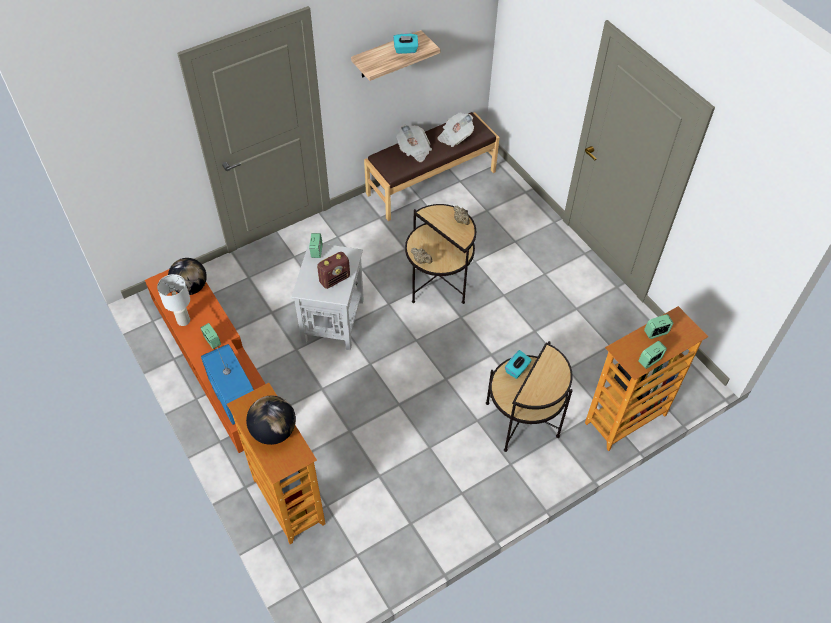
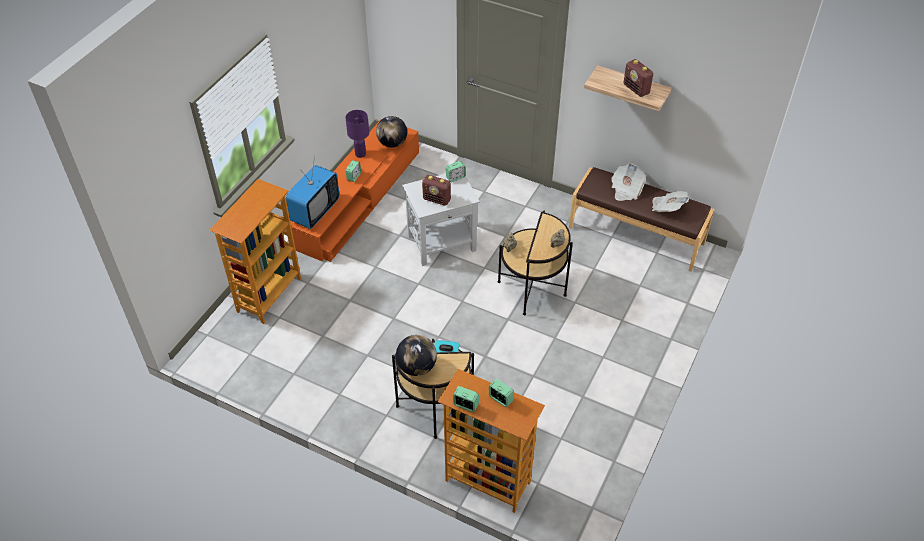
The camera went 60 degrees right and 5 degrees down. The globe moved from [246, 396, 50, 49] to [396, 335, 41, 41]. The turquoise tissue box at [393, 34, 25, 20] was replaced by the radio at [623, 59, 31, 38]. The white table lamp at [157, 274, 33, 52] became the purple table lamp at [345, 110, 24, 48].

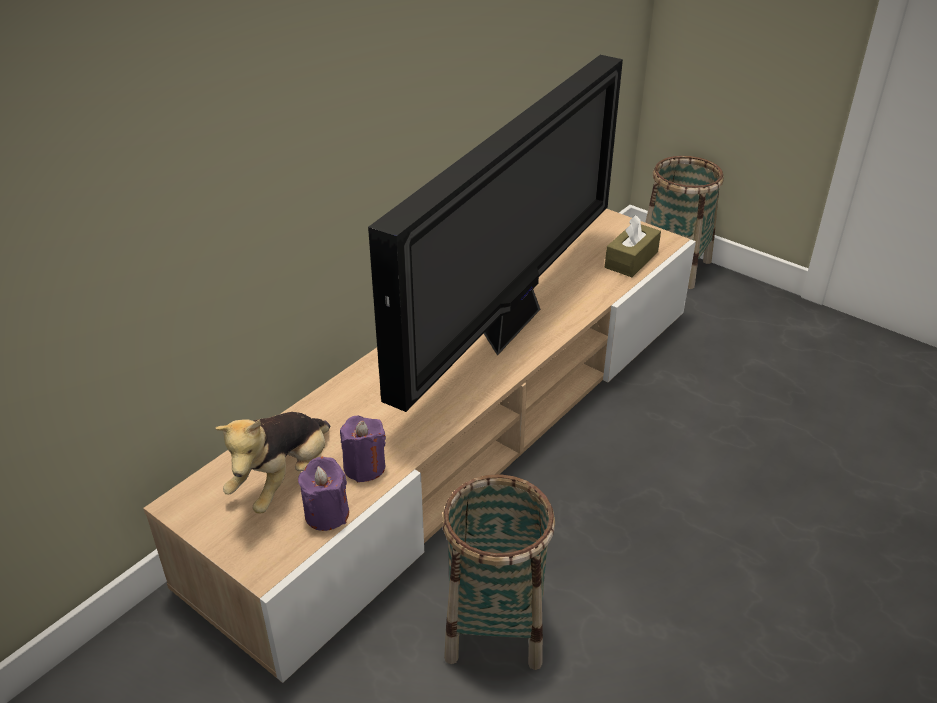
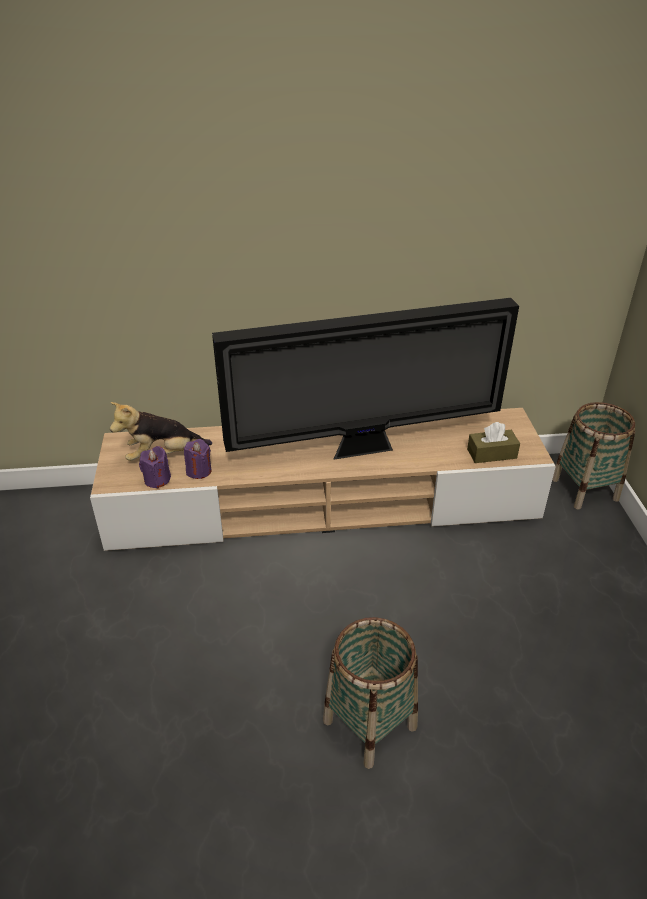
The camera went 45 degrees right and 0 degrees up. The basket moved from [442, 474, 113, 196] to [323, 617, 95, 152].

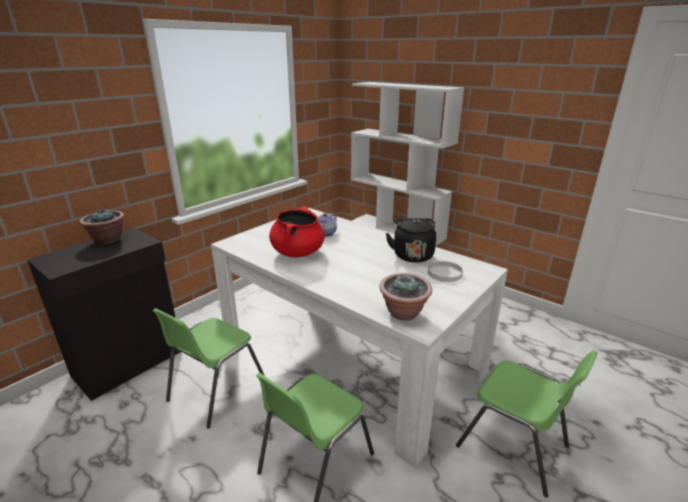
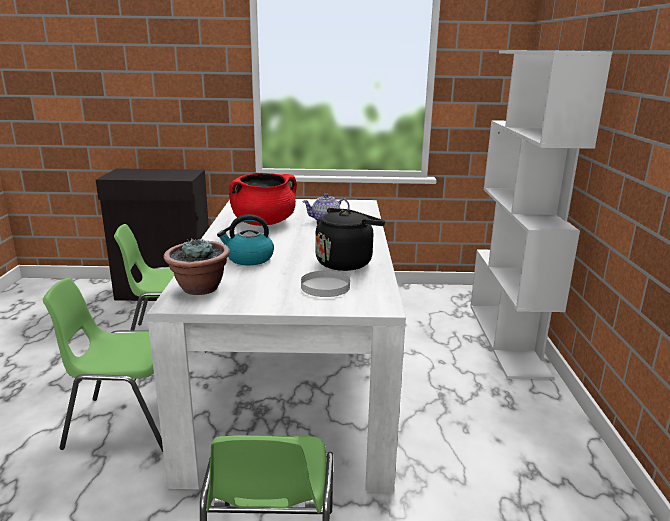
The camera went 50 degrees right and 5 degrees down. The potted plant at [79, 208, 46, 36] disappeared. The kettle at [217, 214, 57, 51] appeared.

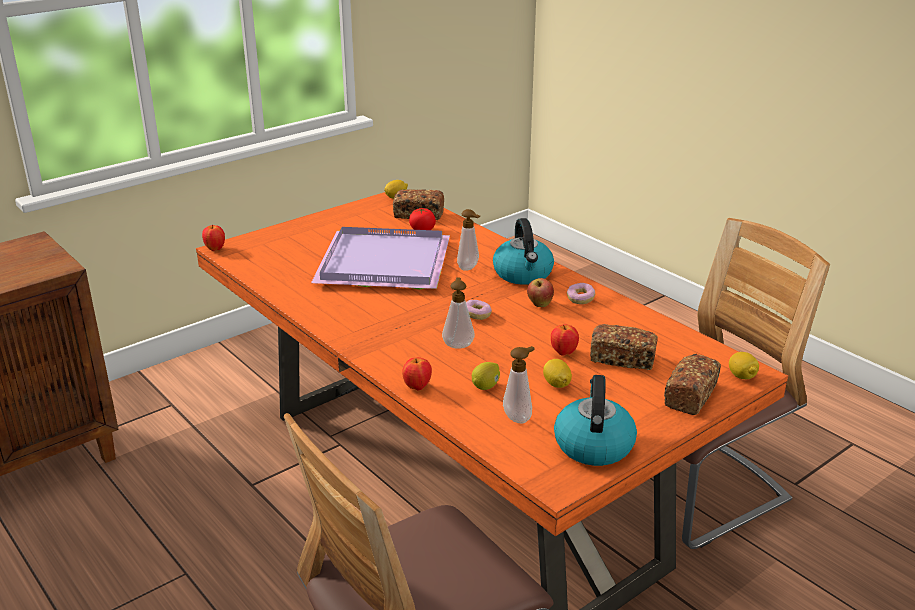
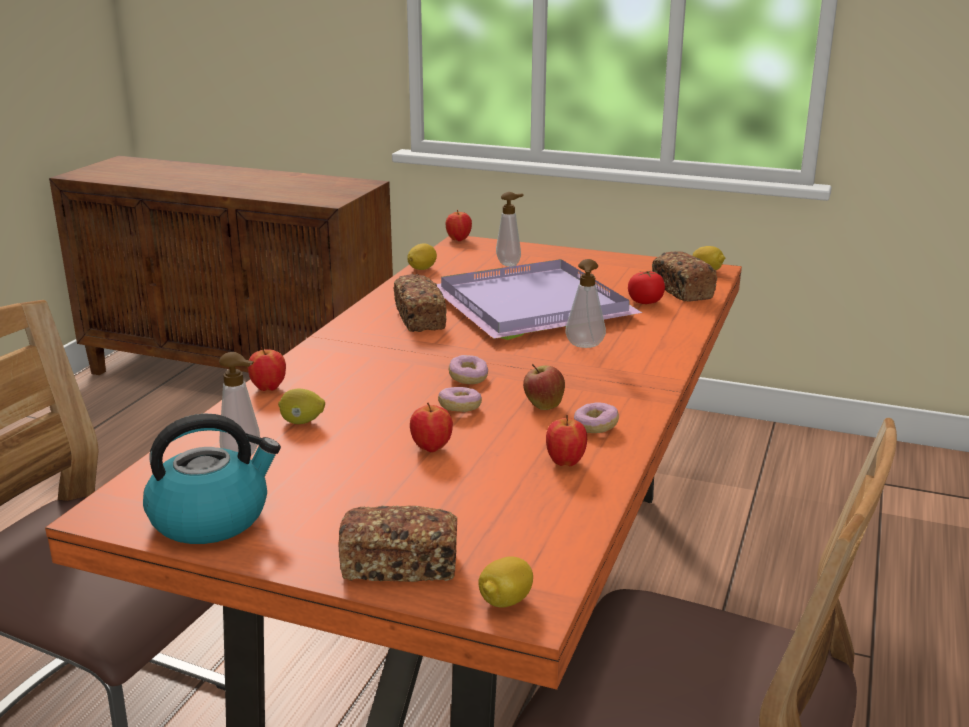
The camera went 60 degrees right and 5 degrees down. The kettle at [493, 218, 61, 67] disappeared. The donut at [438, 387, 44, 25] appeared. The apple at [546, 415, 41, 51] appeared. The soap dispenser moved from [442, 277, 33, 72] to [496, 192, 27, 75]. The lemon moved from [543, 359, 29, 29] to [407, 244, 30, 26]. The bread moved from [590, 324, 68, 46] to [394, 274, 53, 58].

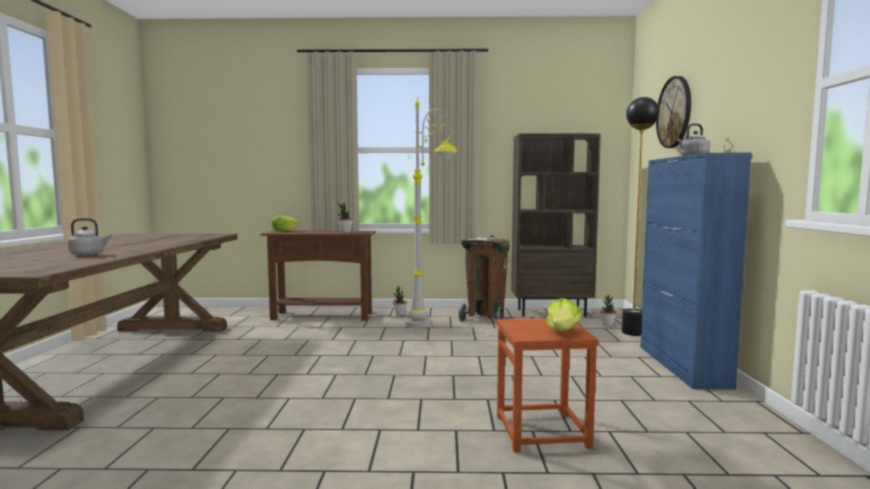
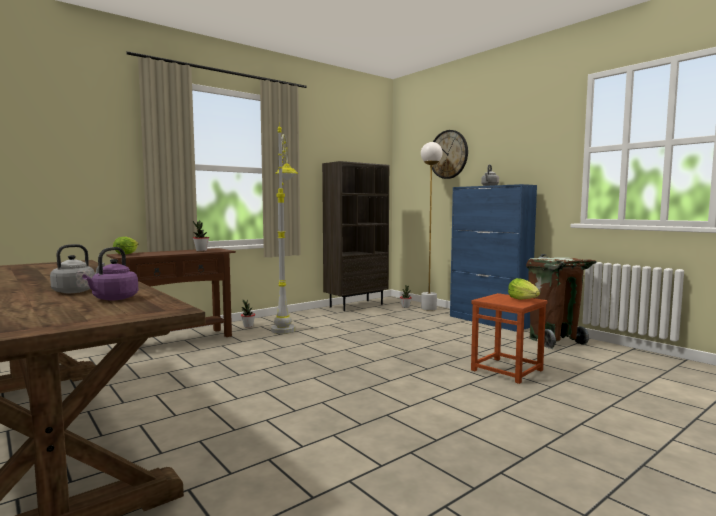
The camera went 40 degrees left and 0 degrees up. The purple kettle at [82, 247, 56, 54] appeared. The brown trash can moved from [458, 235, 52, 87] to [526, 254, 71, 95]. The black floor lamp at [622, 97, 37, 239] became the white floor lamp at [421, 142, 21, 169].

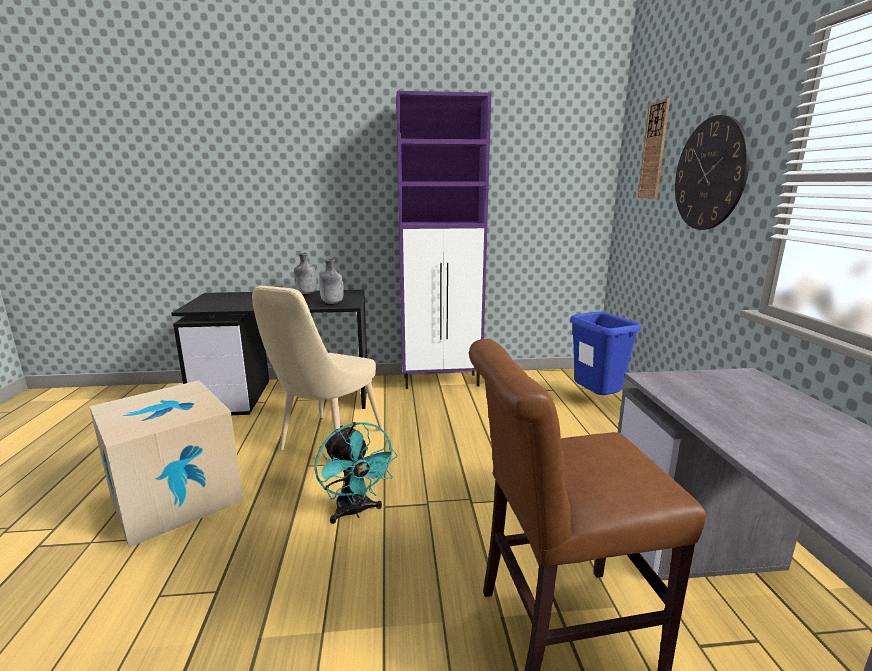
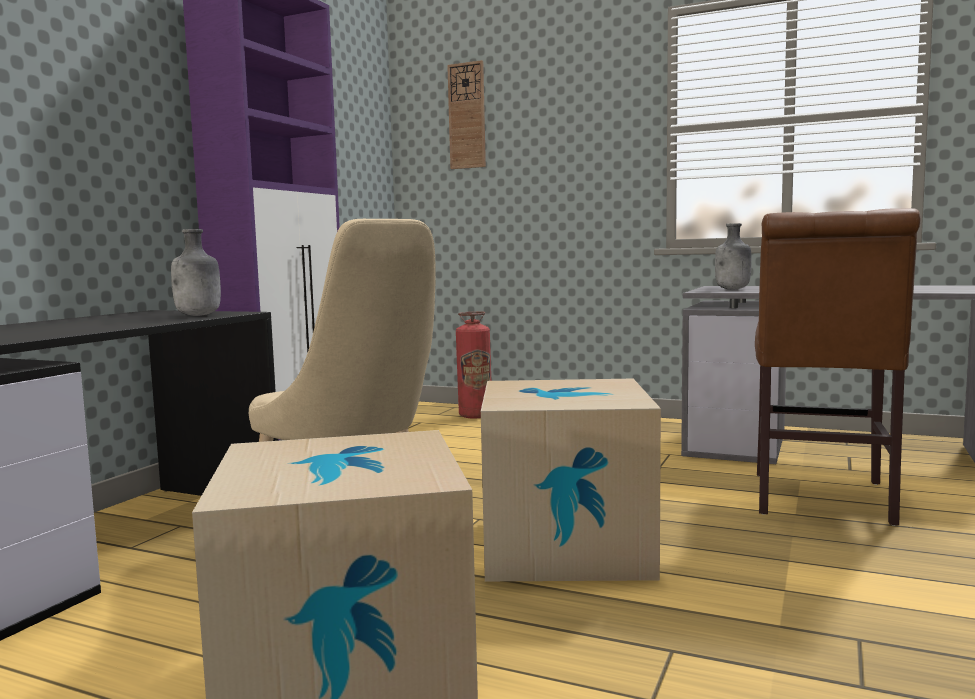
The camera went 60 degrees left and 10 degrees down. The wall clock at [675, 115, 75, 115] disappeared. The grey bottle moved from [294, 253, 23, 41] to [715, 223, 37, 66]. The turquoise fan at [315, 422, 83, 102] was replaced by the cardboard box at [481, 379, 180, 202]. The blue trash can at [570, 312, 71, 83] was replaced by the fire extinguisher at [456, 311, 35, 107].

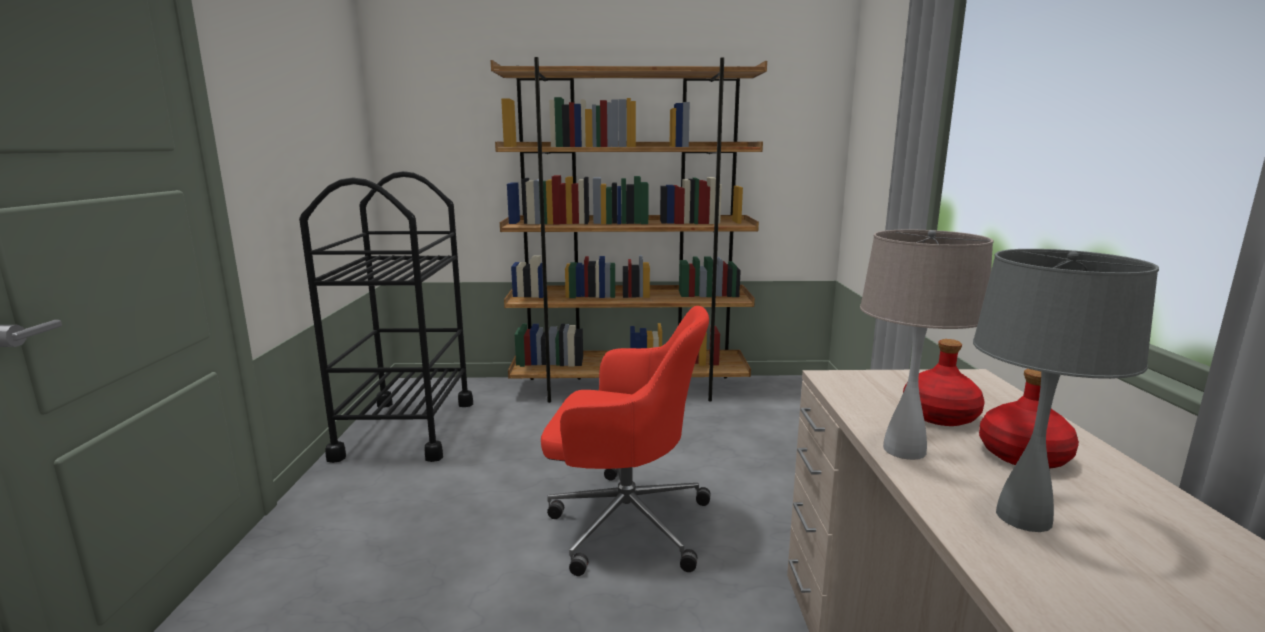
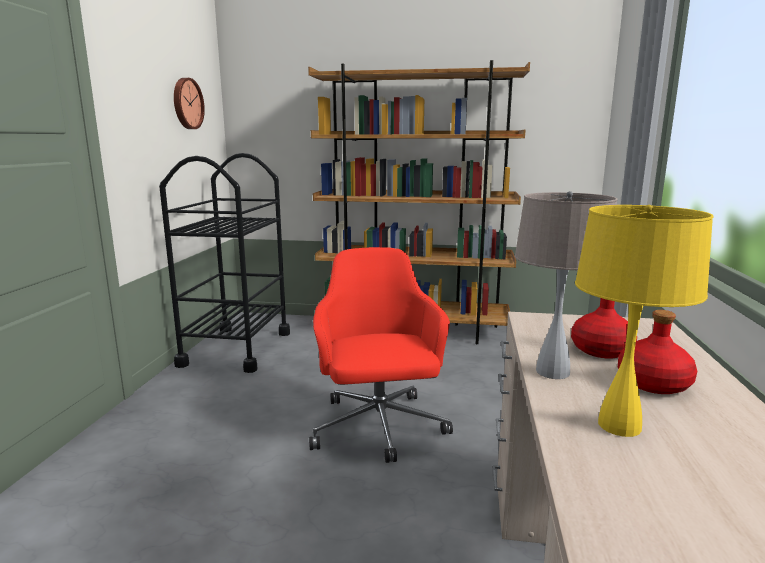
The camera went 10 degrees right and 0 degrees up. The wall clock at [174, 78, 31, 51] appeared. The grey table lamp at [973, 249, 186, 283] became the yellow table lamp at [575, 205, 139, 232]. The red office chair at [541, 306, 170, 270] turned 120 degrees counterclockwise.

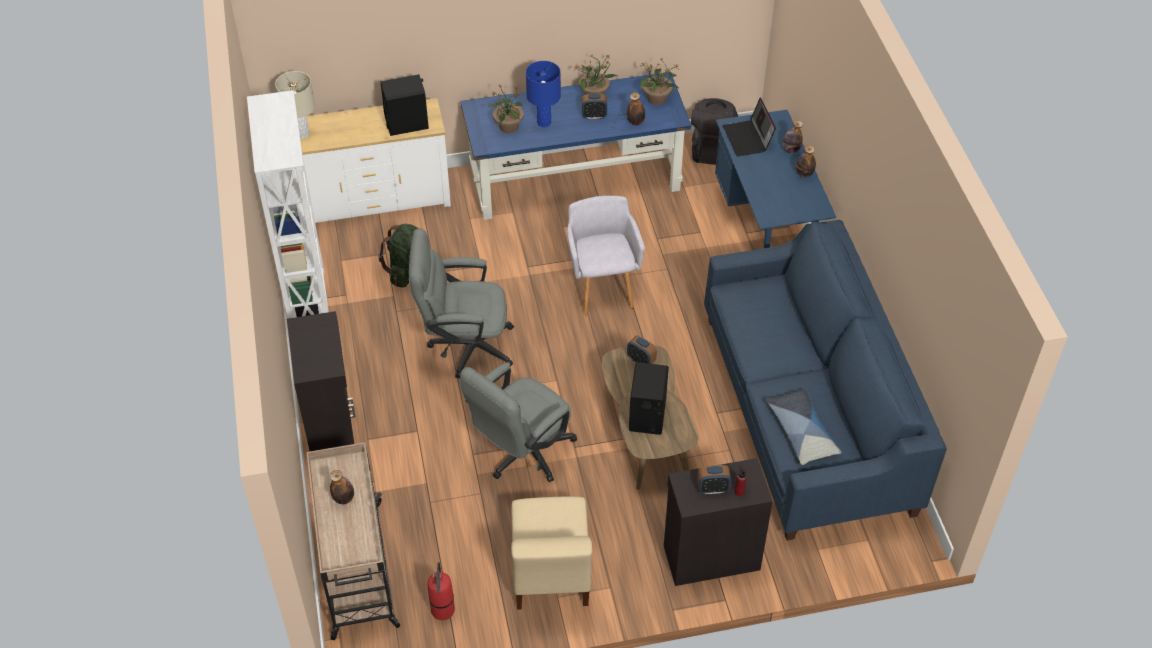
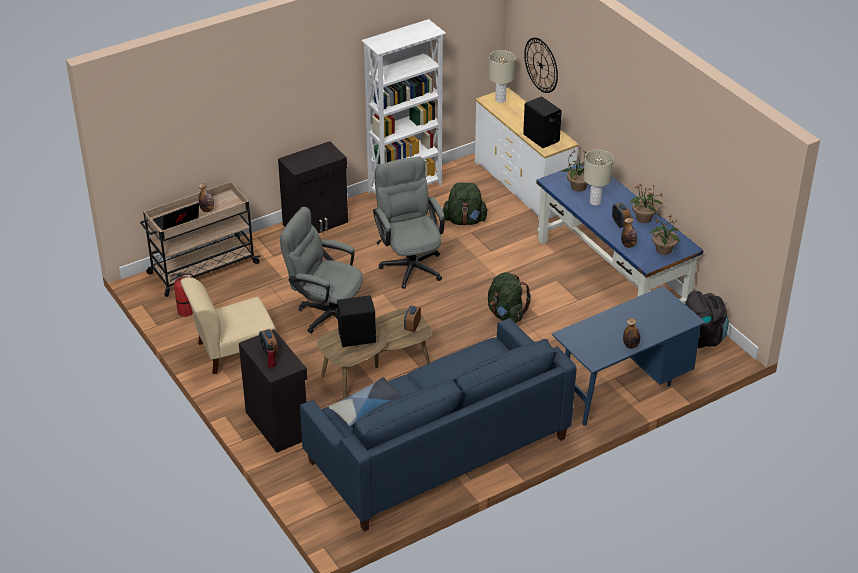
The camera went 70 degrees right and 10 degrees down. The bottle at [783, 120, 20, 34] disappeared. The wall clock at [524, 38, 34, 55] appeared. The laptop moved from [722, 98, 54, 58] to [153, 203, 46, 28]. The grey armchair at [567, 196, 78, 119] was replaced by the green backpack at [488, 272, 43, 51]. The blue table lamp at [526, 61, 35, 66] became the beige table lamp at [583, 150, 30, 55].

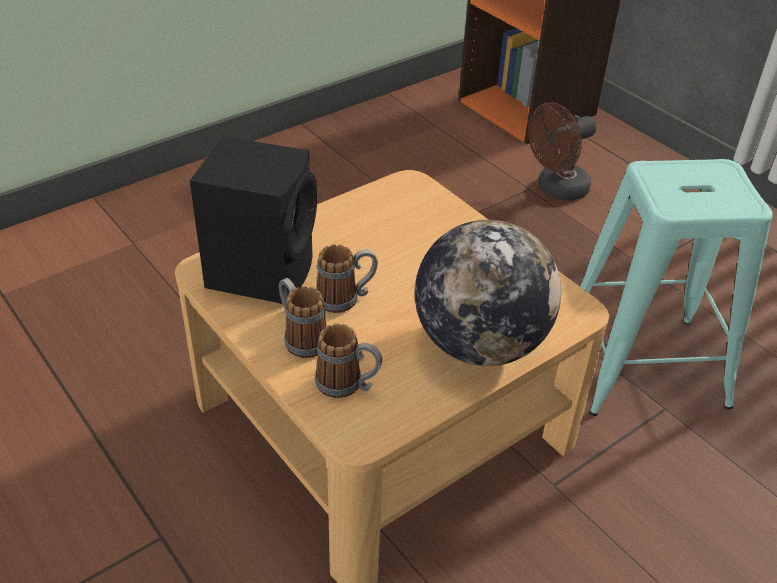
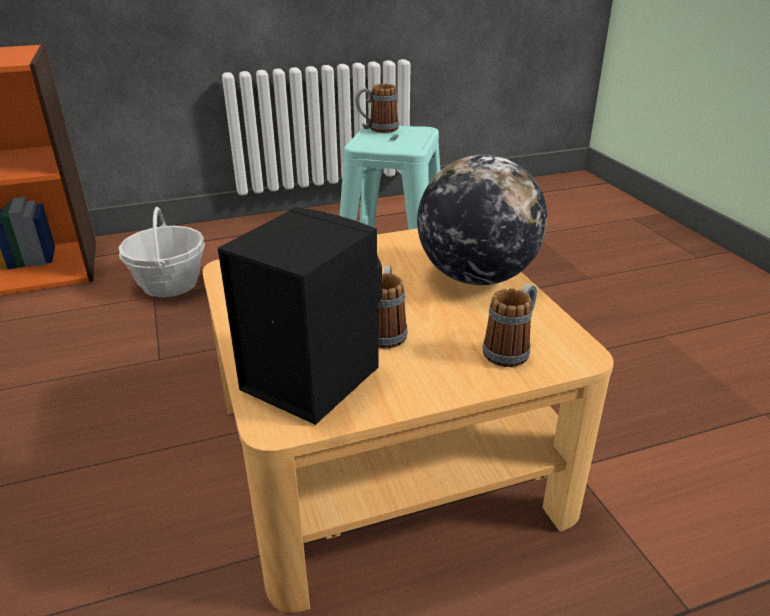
The camera went 70 degrees left and 10 degrees down. The mug moved from [279, 278, 48, 80] to [355, 84, 44, 49]. The brown fan at [528, 102, 68, 99] was replaced by the basket at [119, 207, 86, 90].

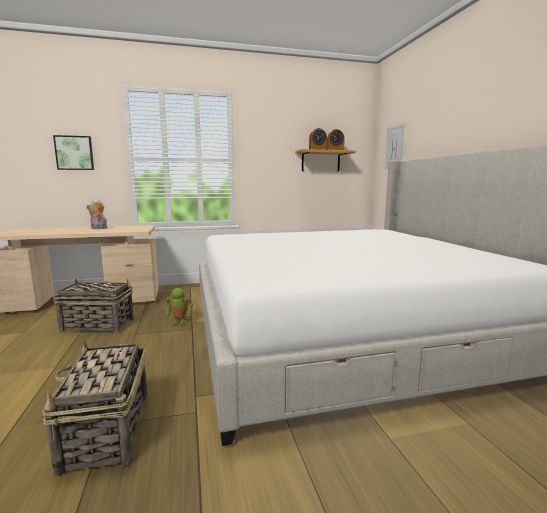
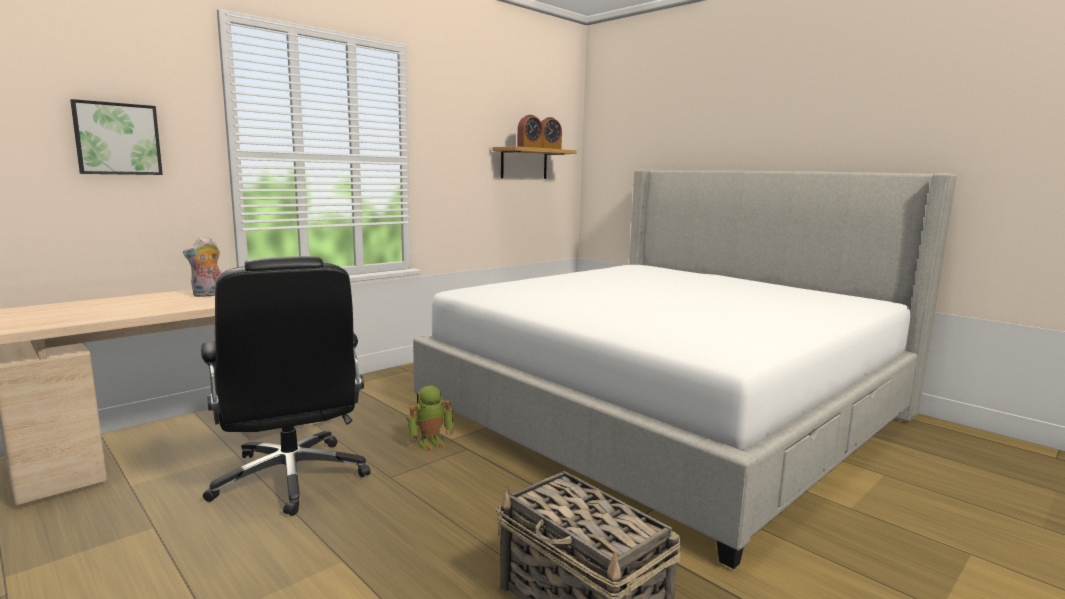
The camera went 30 degrees left and 0 degrees up. The picture at [385, 123, 20, 46] disappeared. The basket at [53, 278, 81, 55] was replaced by the black office chair at [201, 256, 170, 260].

